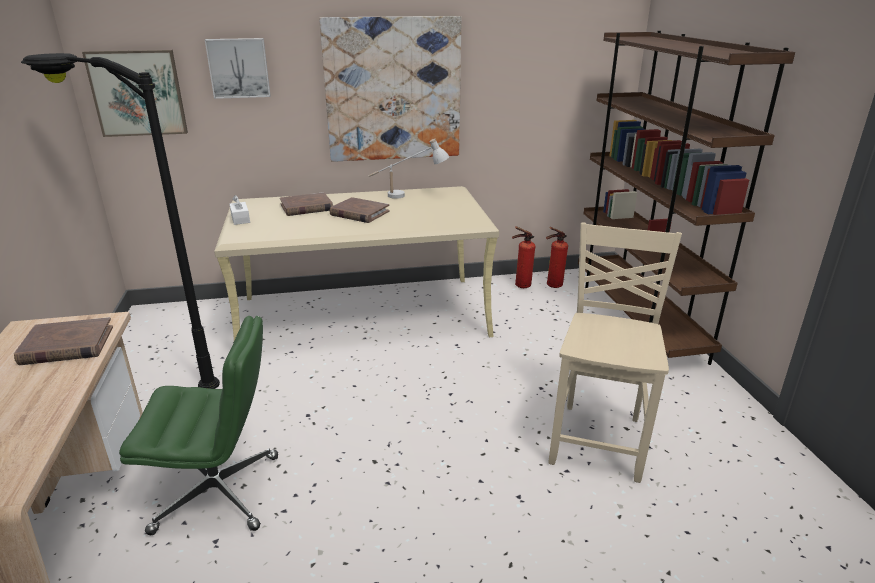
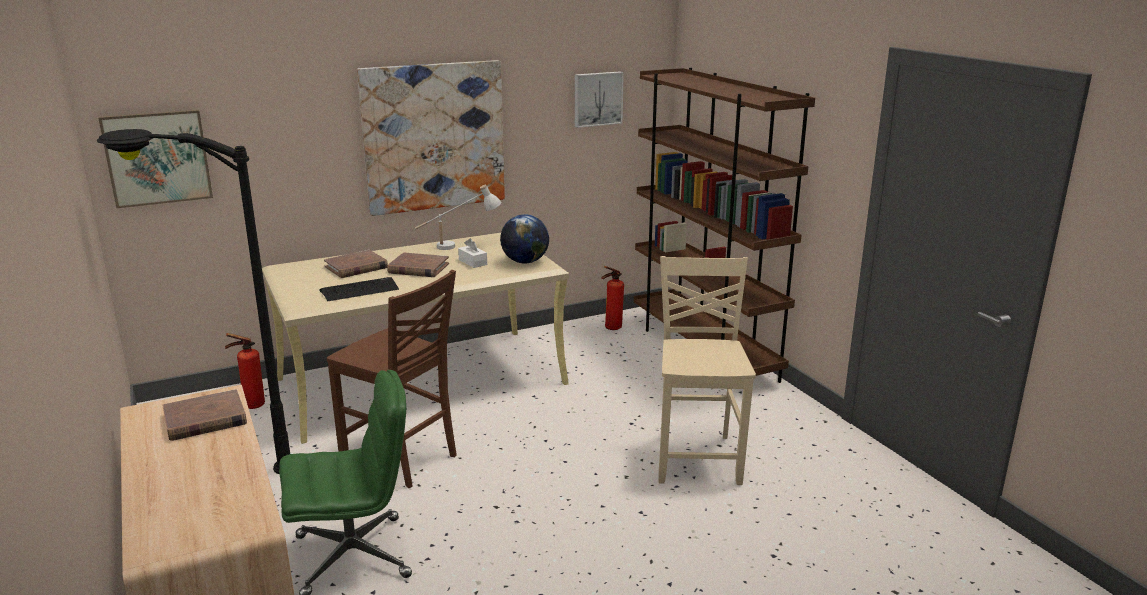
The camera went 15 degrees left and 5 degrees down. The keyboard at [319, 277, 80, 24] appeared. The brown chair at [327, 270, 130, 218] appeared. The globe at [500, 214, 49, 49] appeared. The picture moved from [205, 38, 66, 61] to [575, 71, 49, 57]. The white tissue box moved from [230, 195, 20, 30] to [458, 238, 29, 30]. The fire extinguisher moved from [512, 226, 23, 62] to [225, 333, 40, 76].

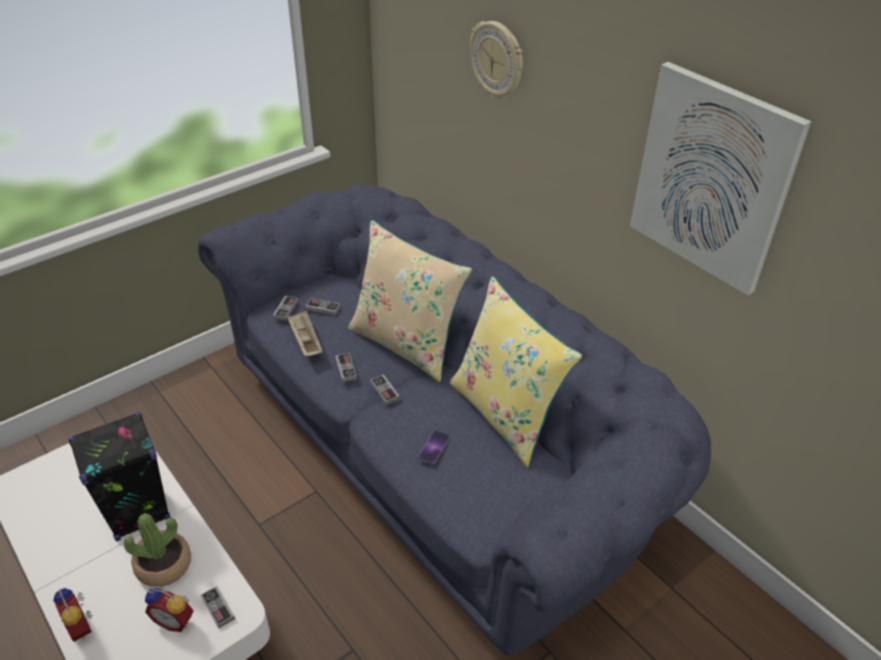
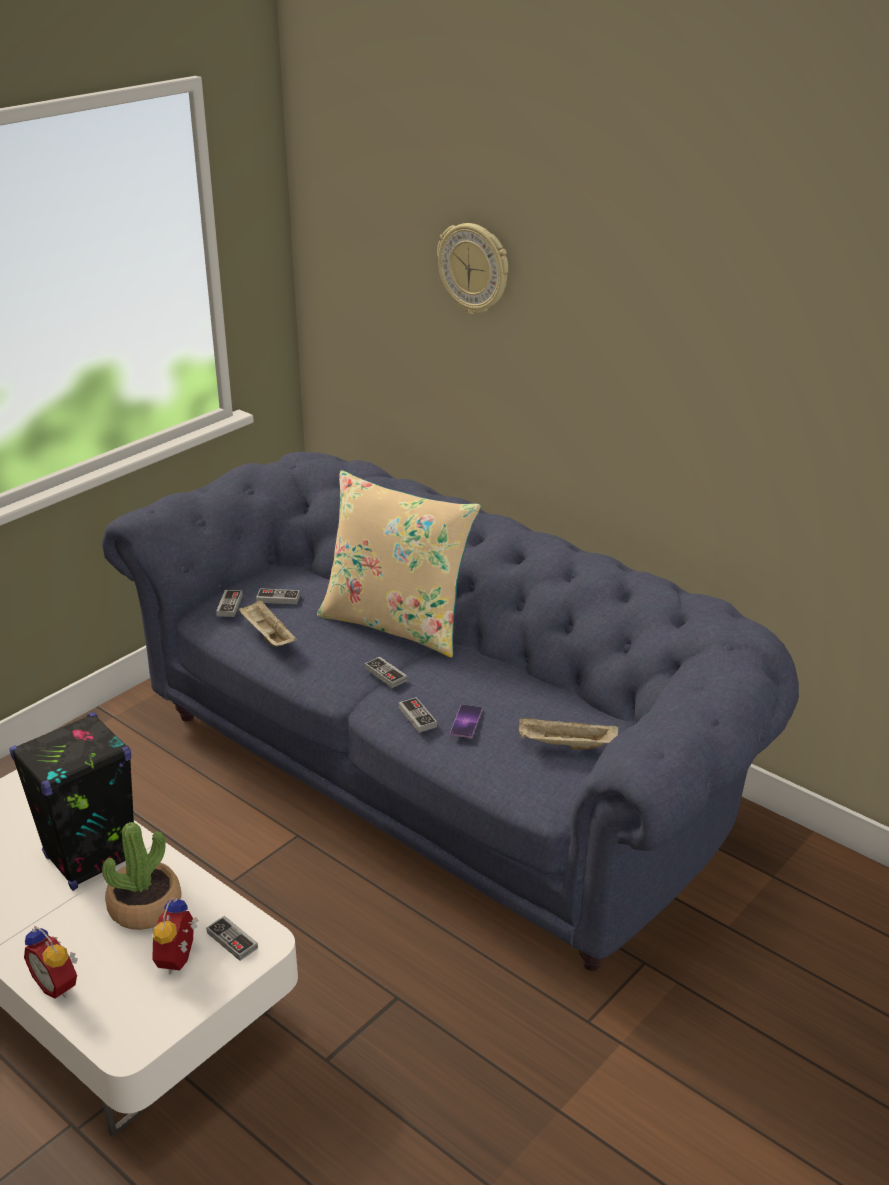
The camera went 10 degrees left and 10 degrees down. The yellow pillow at [450, 276, 132, 191] disappeared. The picture at [630, 62, 181, 233] disappeared. The beige tray at [519, 718, 99, 32] appeared. The game controller moved from [335, 353, 22, 29] to [399, 697, 38, 36]. The alarm clock at [145, 588, 49, 44] turned 90 degrees clockwise.

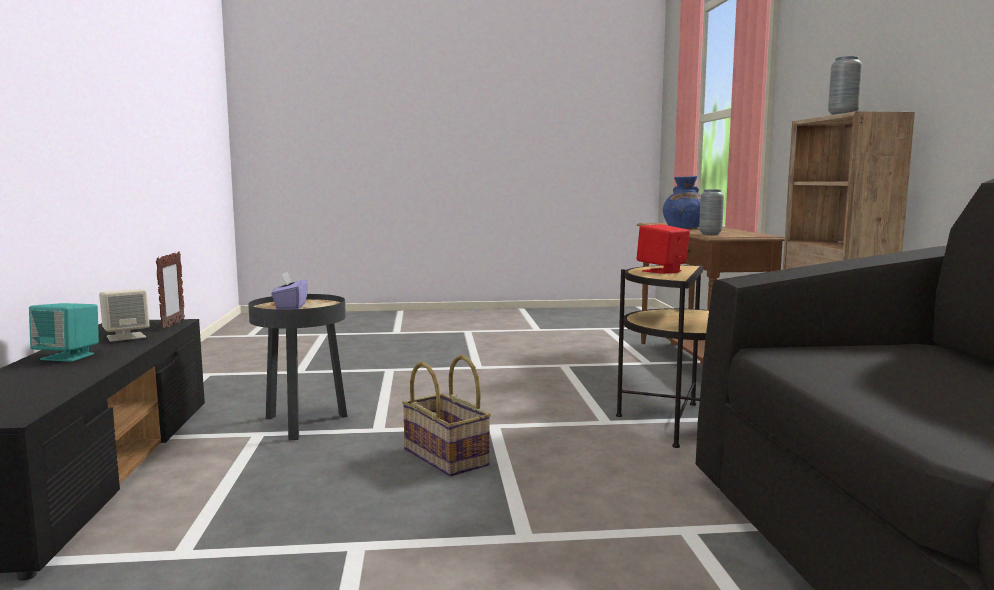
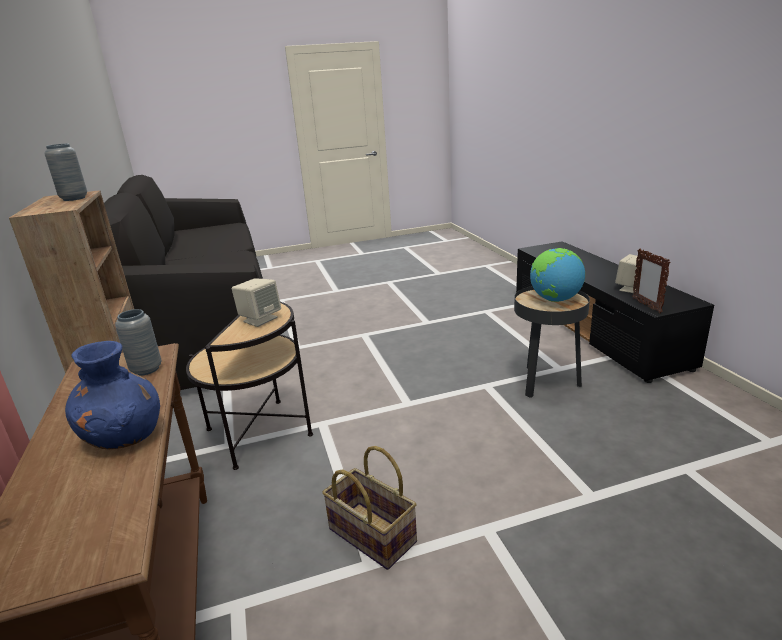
The camera went 170 degrees right and 15 degrees up. The turquoise speaker at [29, 303, 70, 59] disappeared. The basket moved from [402, 355, 89, 122] to [322, 446, 95, 124]. The purple tissue box at [271, 272, 37, 37] was replaced by the globe at [530, 248, 55, 54]. The red speaker at [637, 224, 53, 50] became the beige speaker at [232, 278, 49, 49].

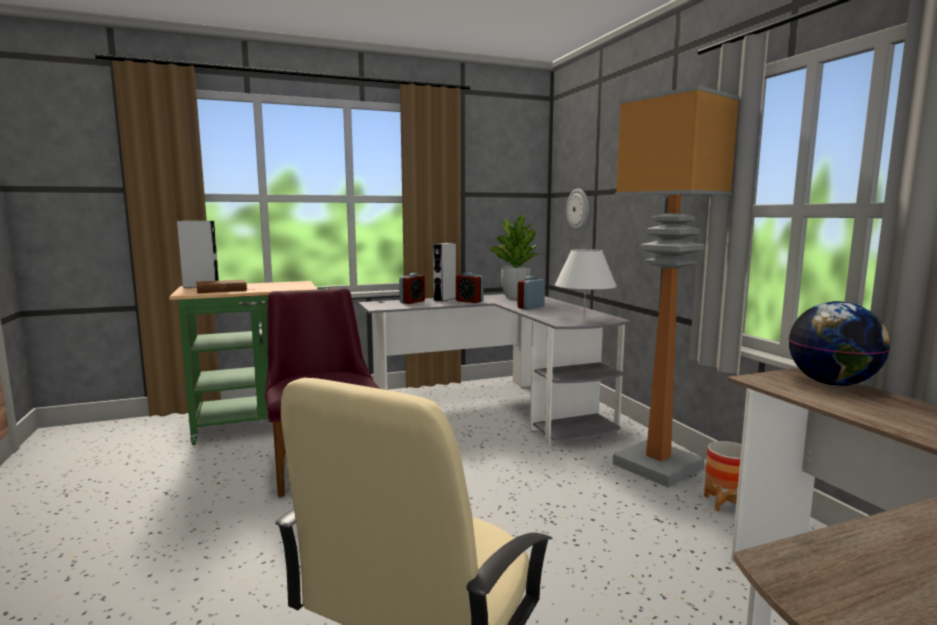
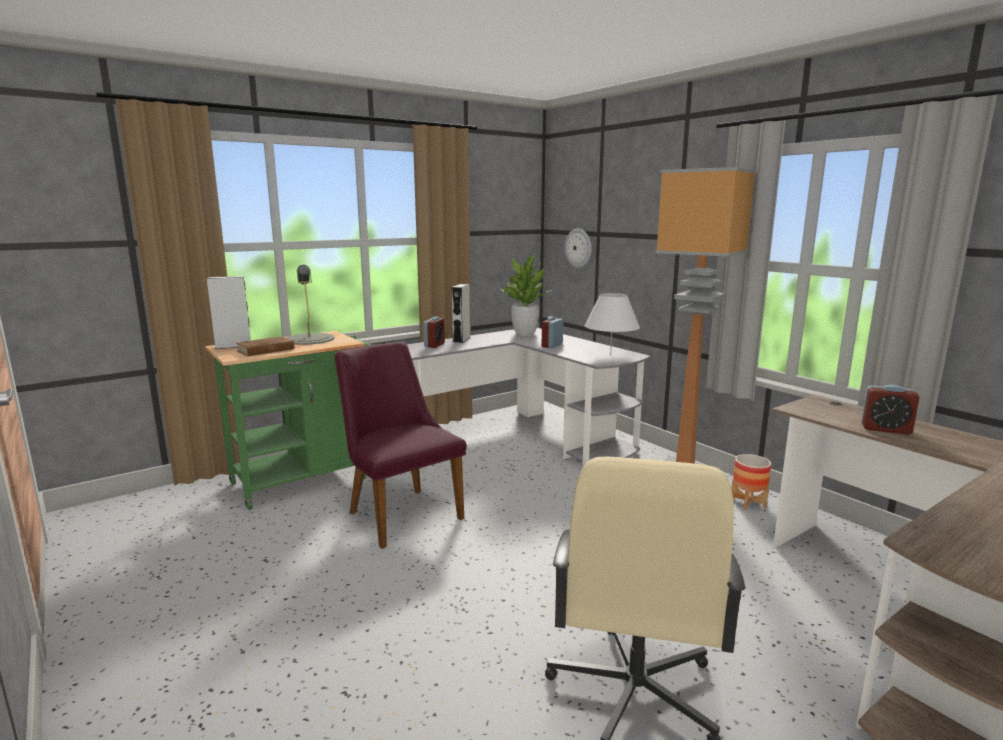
The camera went 15 degrees left and 5 degrees up. The globe at [789, 301, 101, 85] disappeared. The grey table lamp at [286, 265, 49, 80] appeared. The alarm clock moved from [456, 272, 28, 31] to [861, 385, 59, 50].

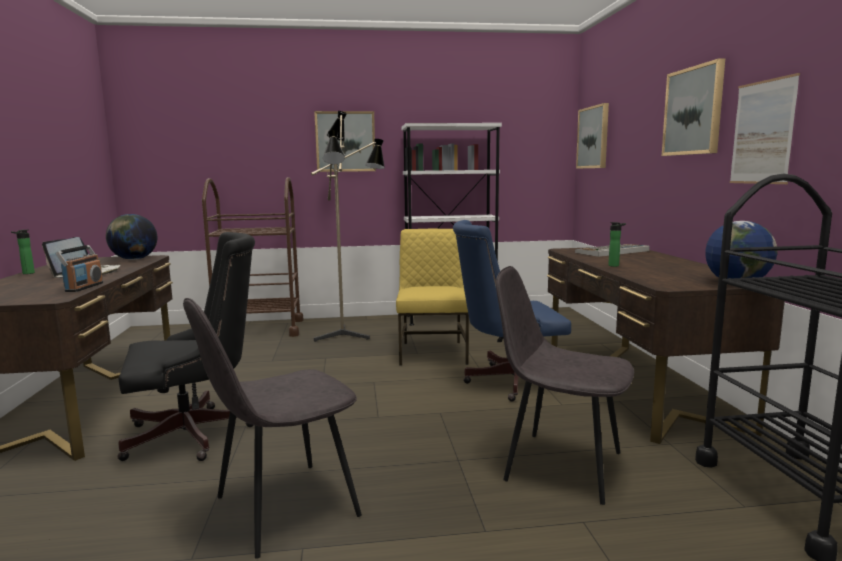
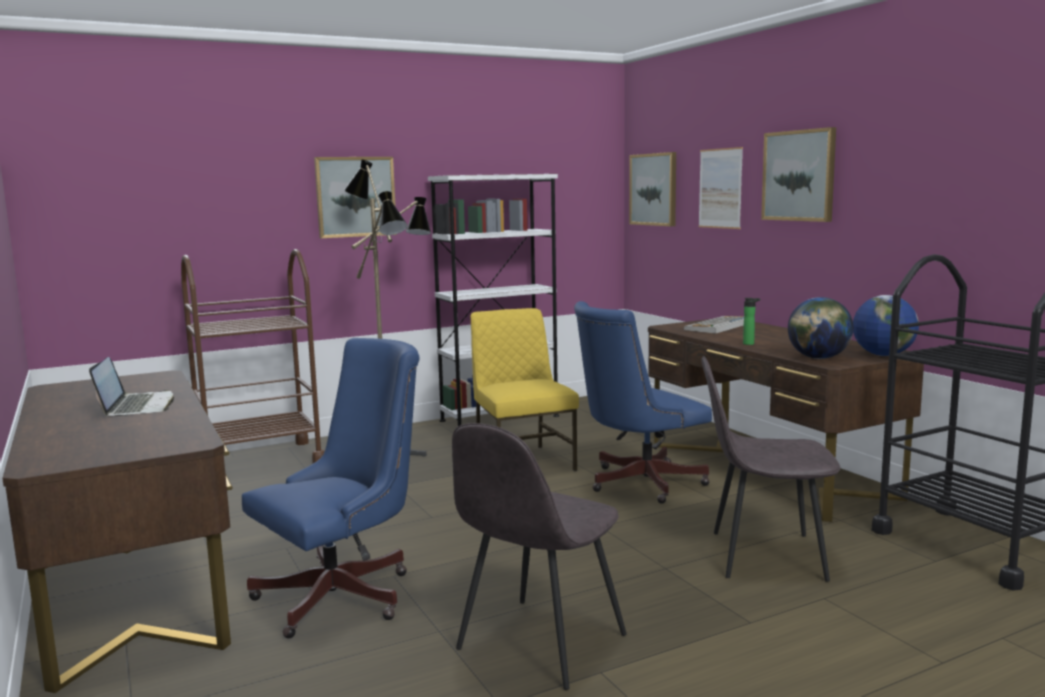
The camera went 20 degrees left and 0 degrees up. The bottle at [11, 230, 24, 44] disappeared. The radio at [55, 245, 48, 47] disappeared. The globe moved from [106, 214, 51, 46] to [788, 297, 65, 62]. The picture moved from [730, 73, 70, 111] to [699, 147, 44, 82]. The black office chair at [118, 232, 137, 229] became the blue office chair at [242, 338, 178, 300].

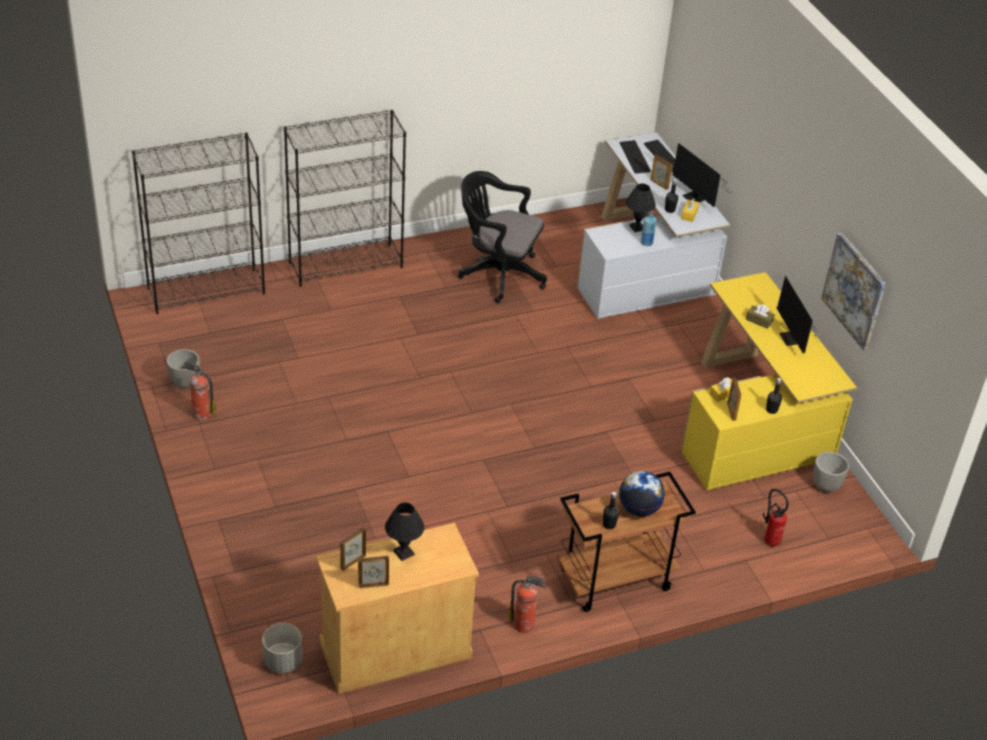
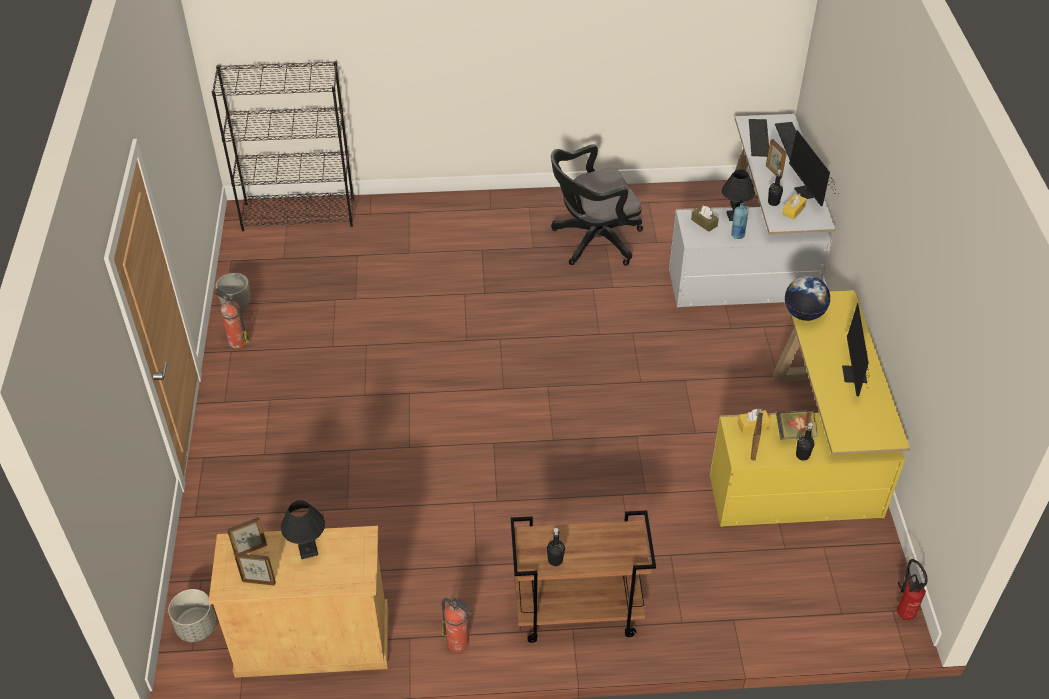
The camera went 20 degrees right and 5 degrees up. The black bookcase at [284, 110, 122, 177] disappeared. The planter at [813, 452, 36, 40] disappeared. The picture at [821, 232, 65, 118] disappeared. The book at [776, 410, 42, 30] appeared. The globe moved from [619, 471, 46, 46] to [785, 276, 45, 45]. The brown tissue box moved from [746, 304, 29, 25] to [691, 206, 28, 26]. The fire extinguisher moved from [763, 489, 26, 58] to [897, 559, 30, 61]. The black office chair at [458, 171, 89, 132] turned 60 degrees counterclockwise.

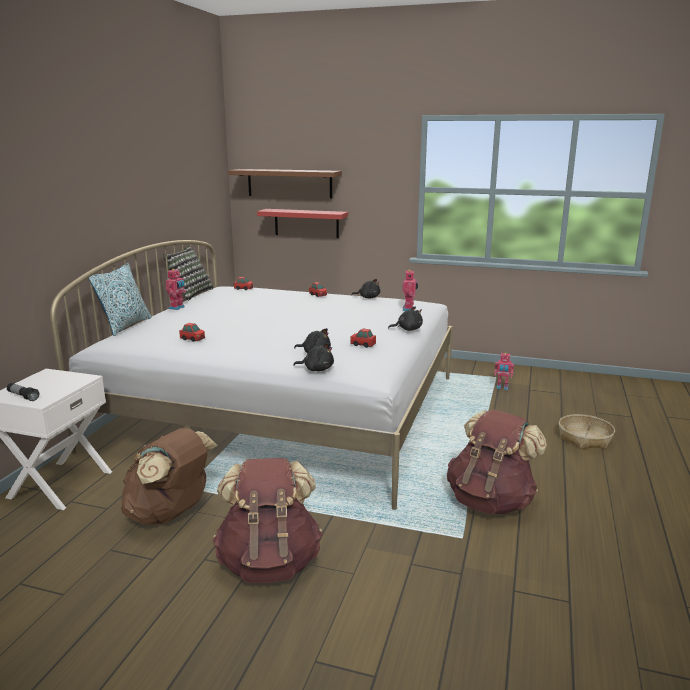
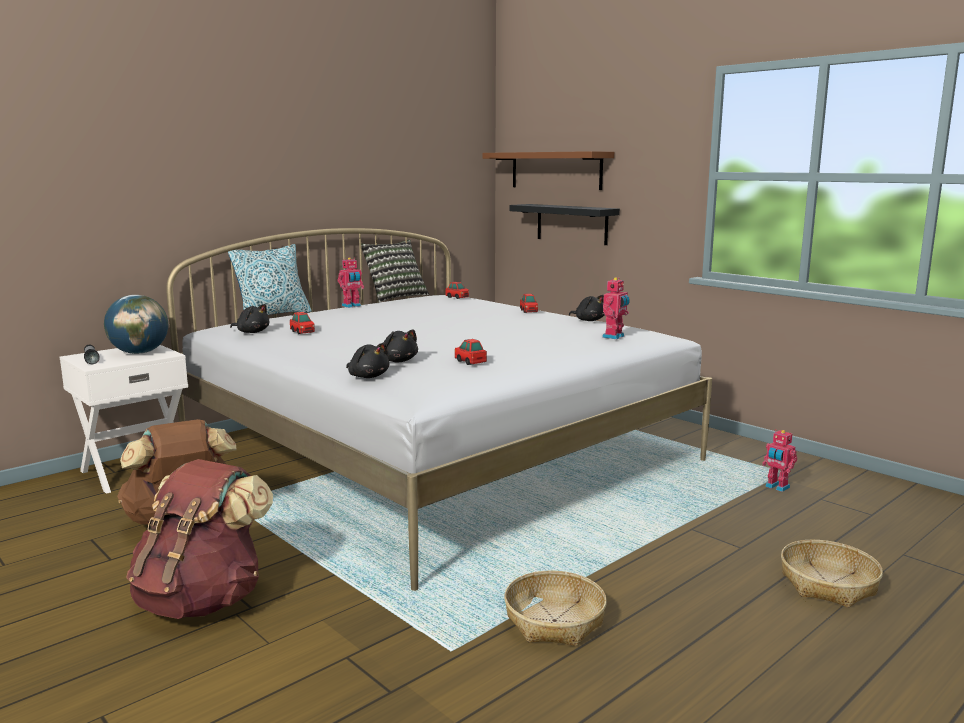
The camera went 30 degrees right and 5 degrees down. The globe at [104, 295, 64, 59] appeared. The black plush toy moved from [388, 306, 35, 25] to [230, 304, 40, 29]. The brown backpack at [447, 409, 100, 105] was replaced by the basket at [504, 570, 103, 76]. The red shelf at [257, 209, 91, 29] became the black shelf at [509, 204, 111, 41].

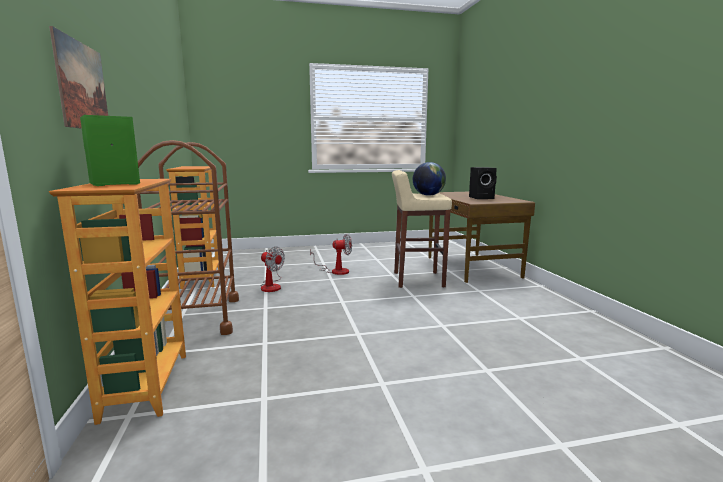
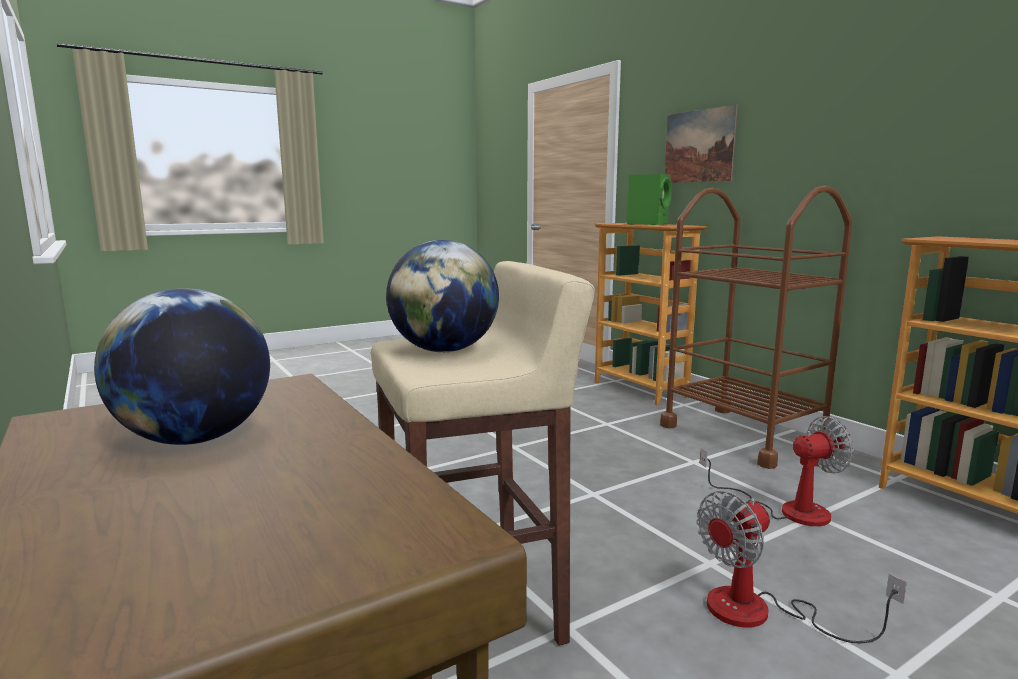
The camera went 160 degrees right and 0 degrees up. The black speaker at [469, 167, 28, 32] was replaced by the globe at [94, 288, 176, 157]. The fan at [260, 247, 25, 45] turned 150 degrees clockwise.

